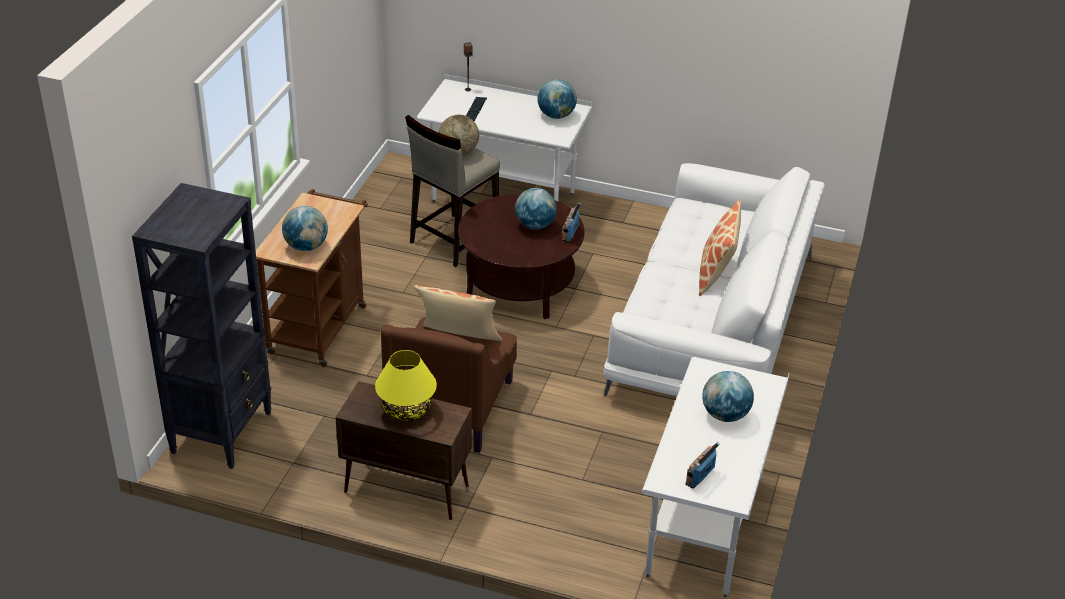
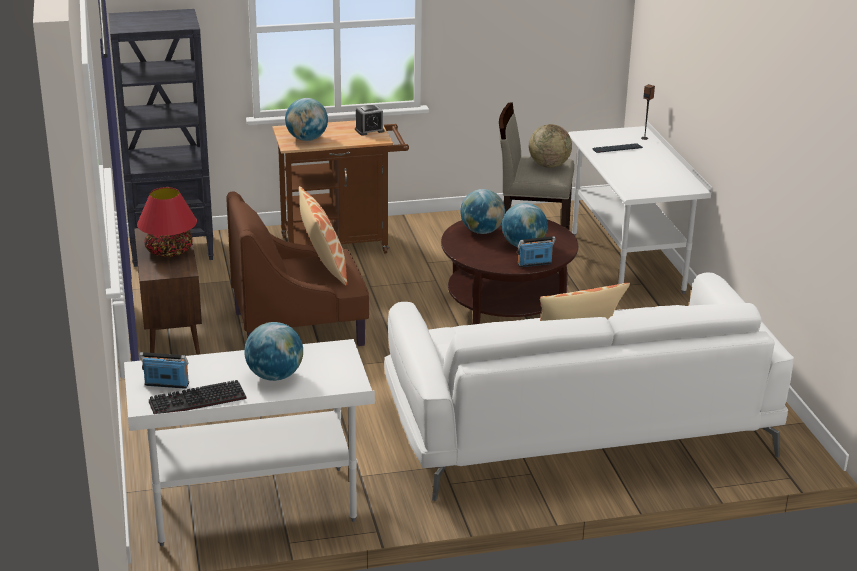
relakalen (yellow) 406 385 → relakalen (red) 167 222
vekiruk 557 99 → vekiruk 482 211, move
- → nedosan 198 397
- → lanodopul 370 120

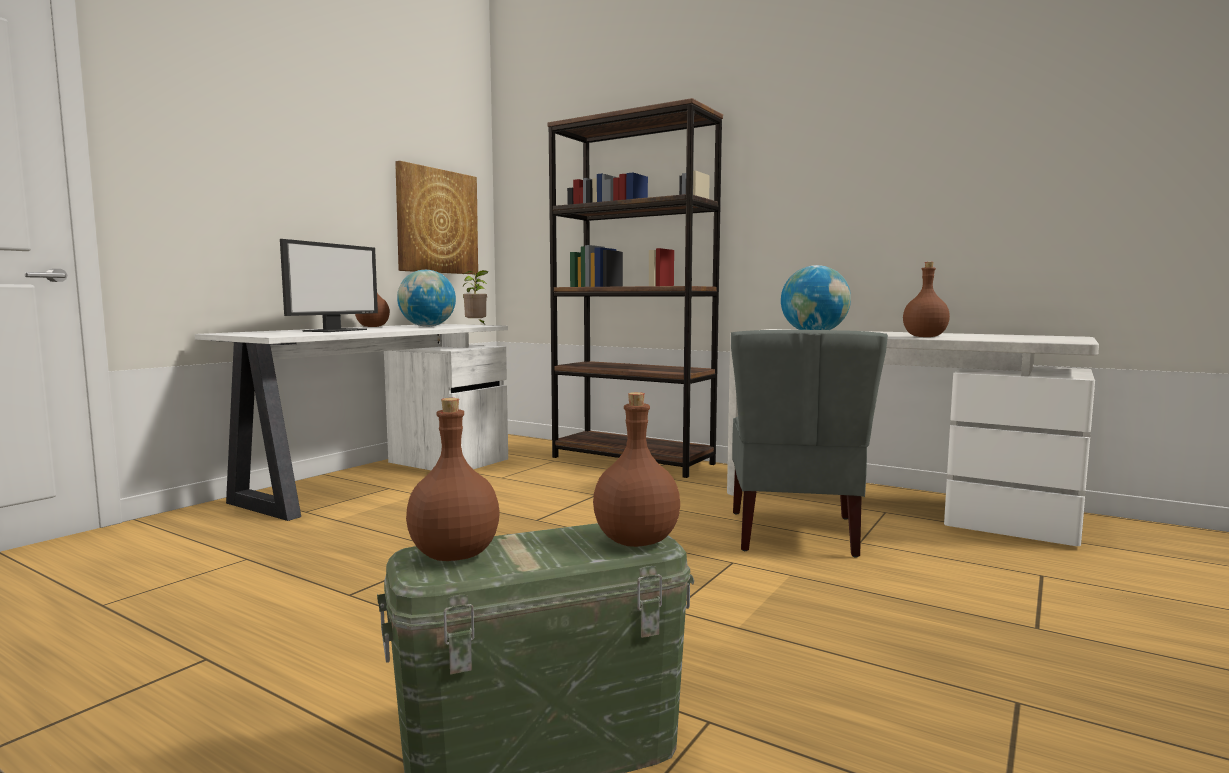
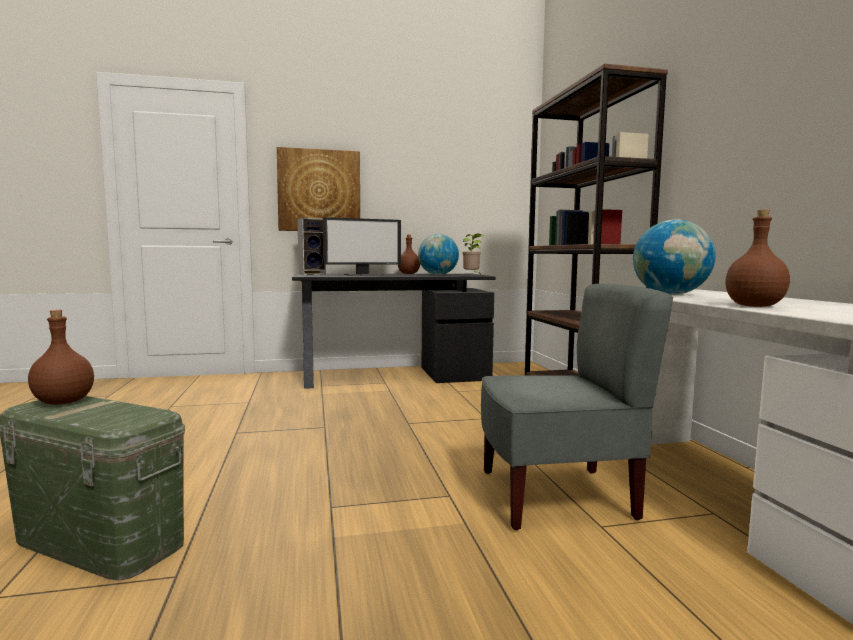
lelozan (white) 351 422 → lelozan (black) 393 331
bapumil 436 217 → bapumil 318 189, move
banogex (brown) 636 469 → -
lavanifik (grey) 809 444 → lavanifik (grey) 577 406, 150 degrees counterclockwise
- → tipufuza 311 246

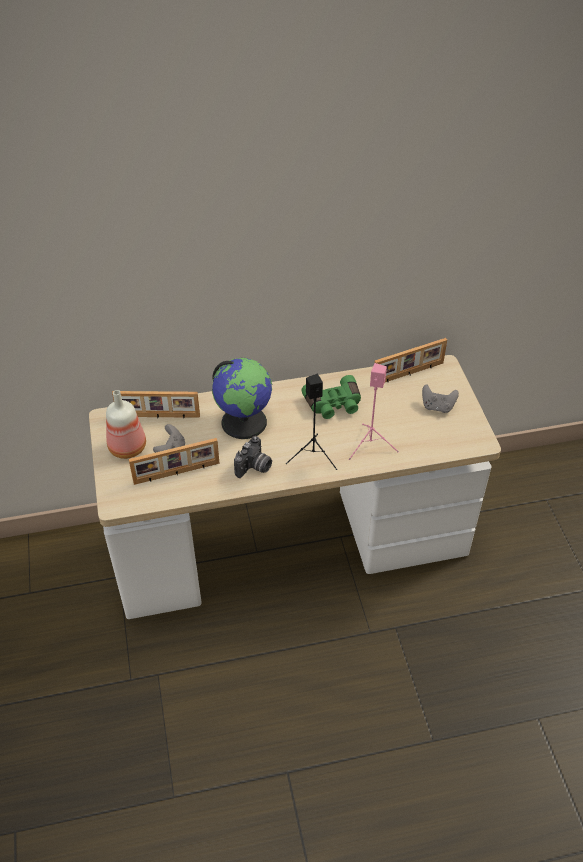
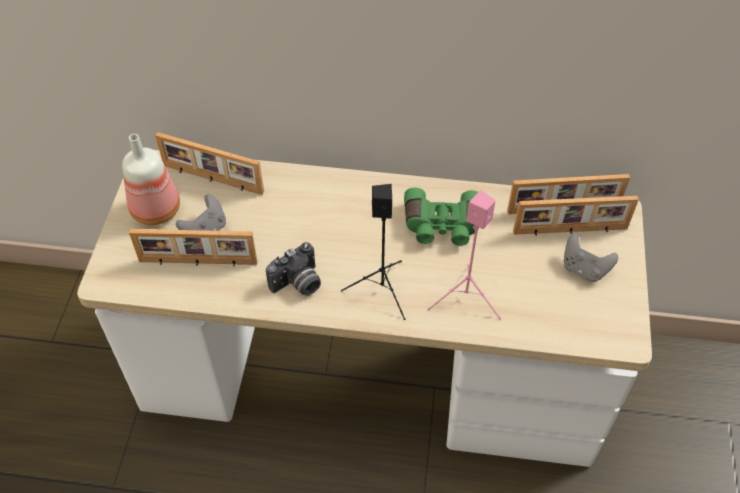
vekiruk 242 398 → -
- → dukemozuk 576 215

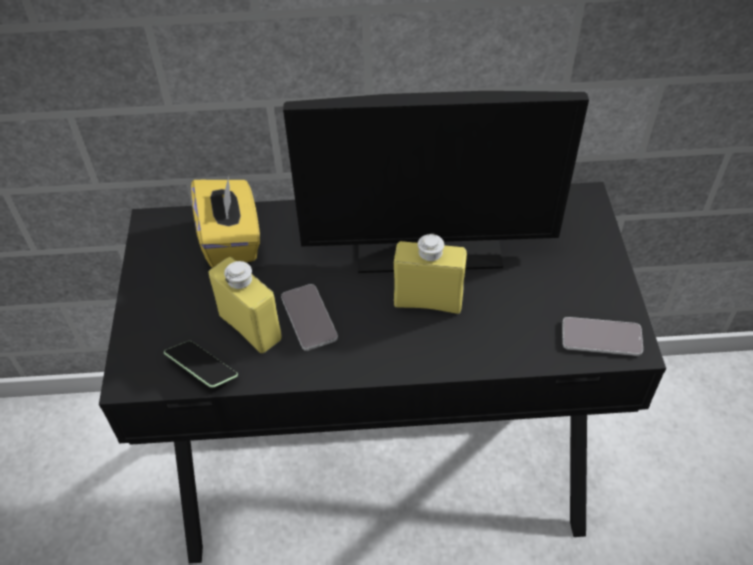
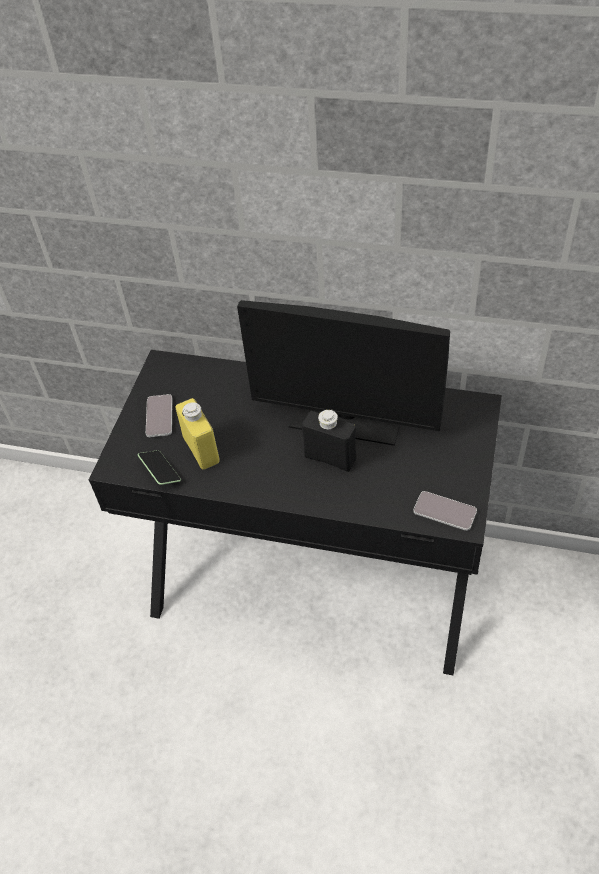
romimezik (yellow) 225 222 → -
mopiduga 309 317 → mopiduga 159 415, move
banogex (yellow) 430 273 → banogex (black) 329 440

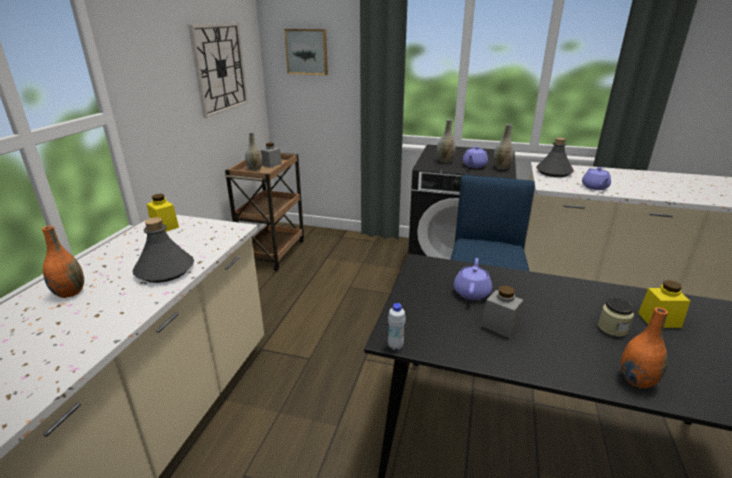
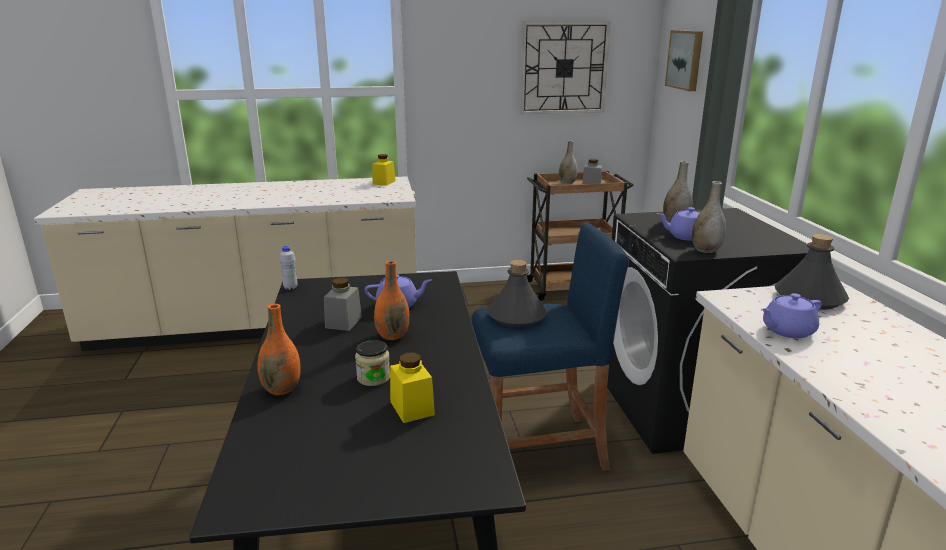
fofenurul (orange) 63 262 → fofenurul (orange) 391 300, move
banogex (grey) 163 250 → banogex (grey) 517 293, move

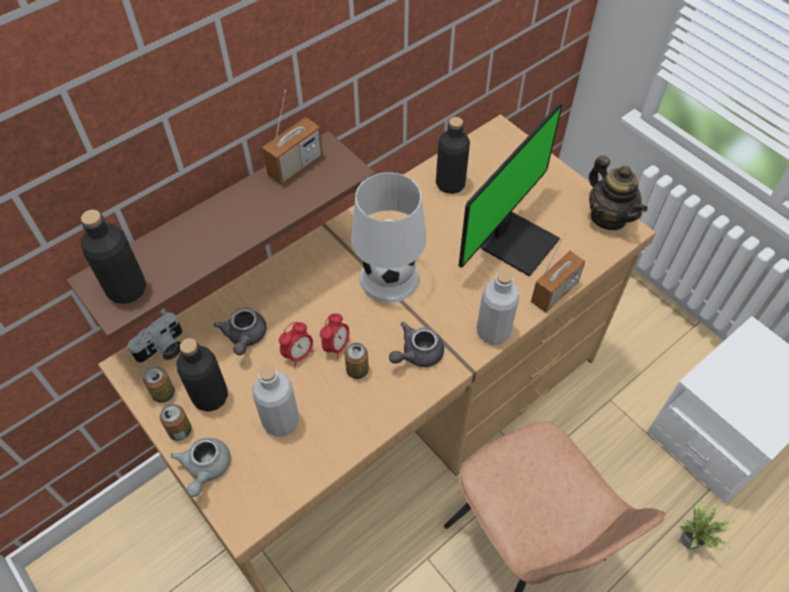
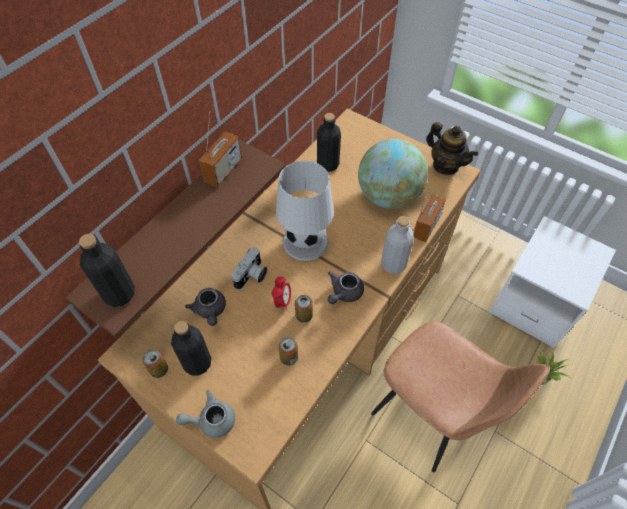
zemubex 155 337 → zemubex 249 269, move
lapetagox 176 422 → lapetagox 288 351, move
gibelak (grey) 200 467 → gibelak (grey) 205 414, 90 degrees clockwise
banogex (grey) 276 400 → -
lanodopul 296 344 → -
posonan 511 189 → vekiruk 393 174

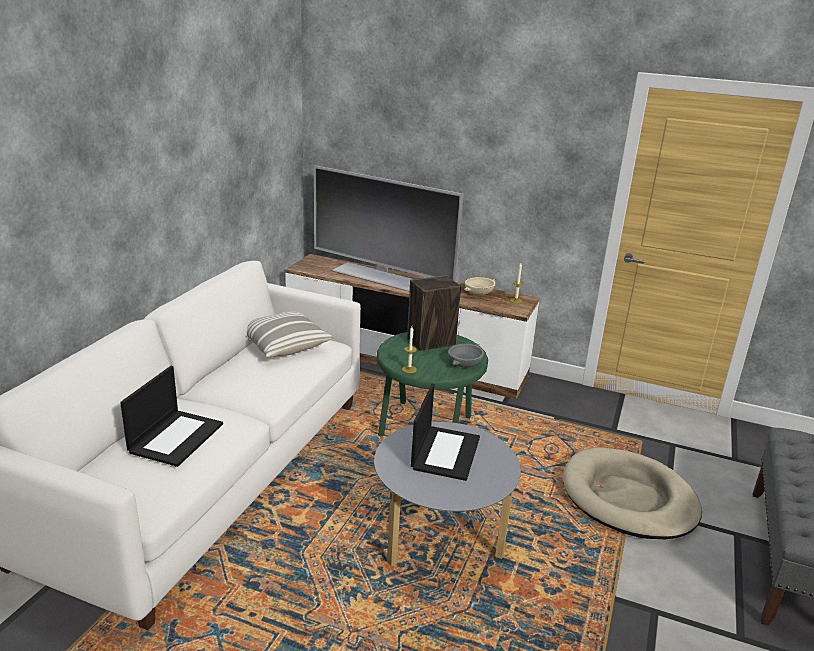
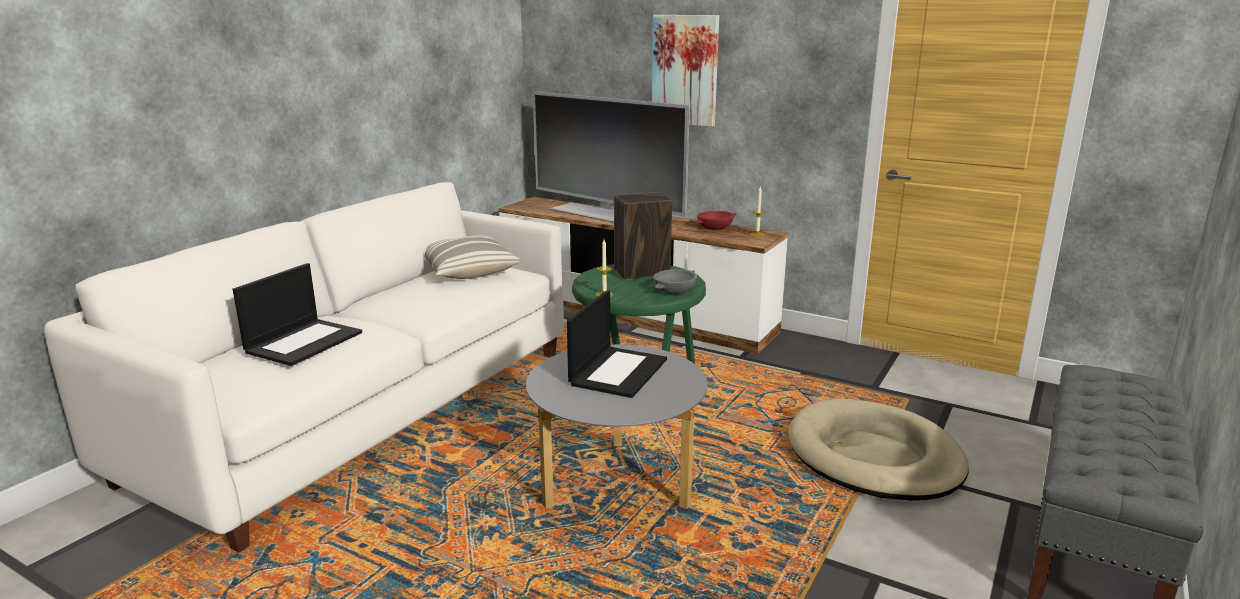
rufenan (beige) 480 286 → rufenan (red) 715 220
- → bapumil 685 71

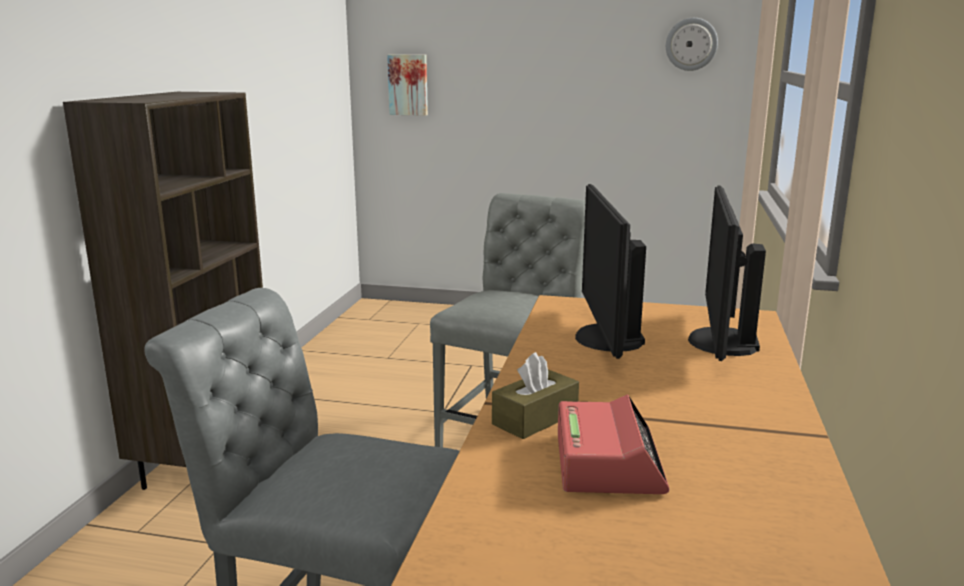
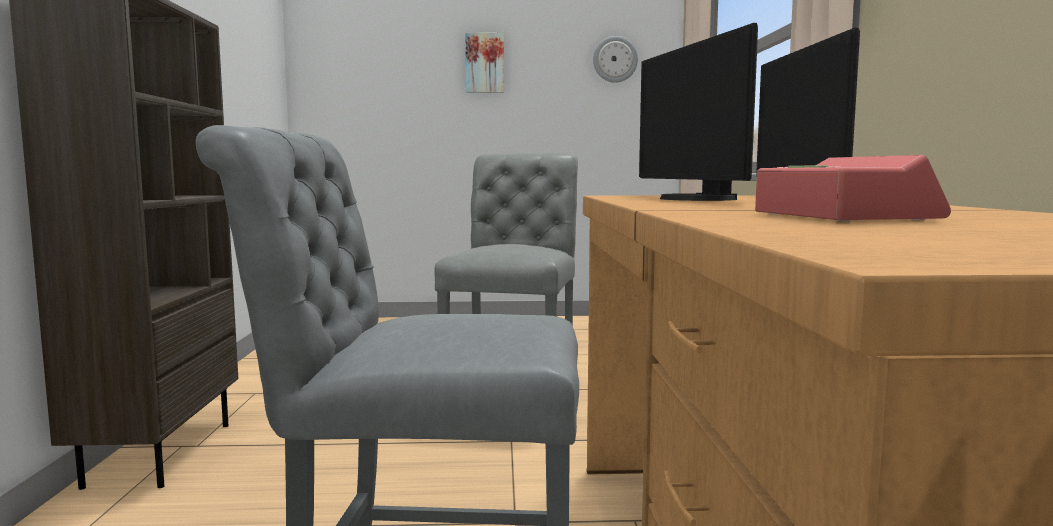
bapumil 407 85 → bapumil 484 63, move
romimezik (brown) 535 395 → -

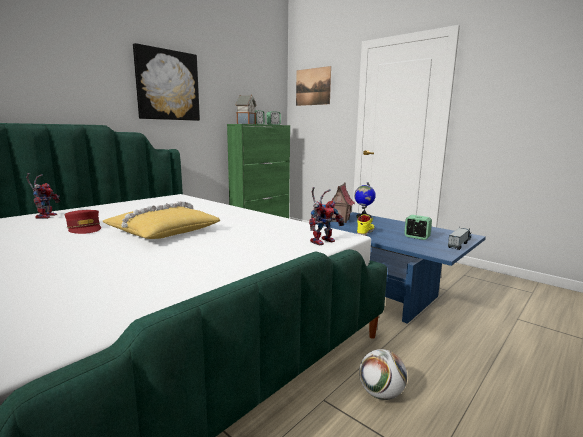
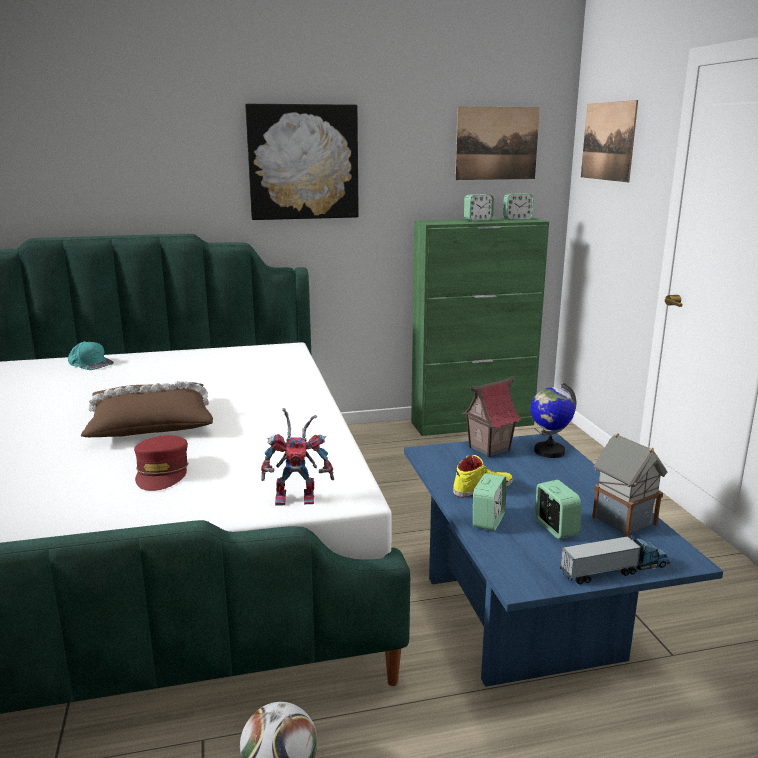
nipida 43 196 → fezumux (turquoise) 91 355
fezumux (red) 83 222 → fezumux (red) 161 463, move
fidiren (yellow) 162 220 → fidiren (brown) 147 409
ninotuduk 246 109 → ninotuduk 629 485, move
- → bapumil 497 143
- → lanodopul 489 502

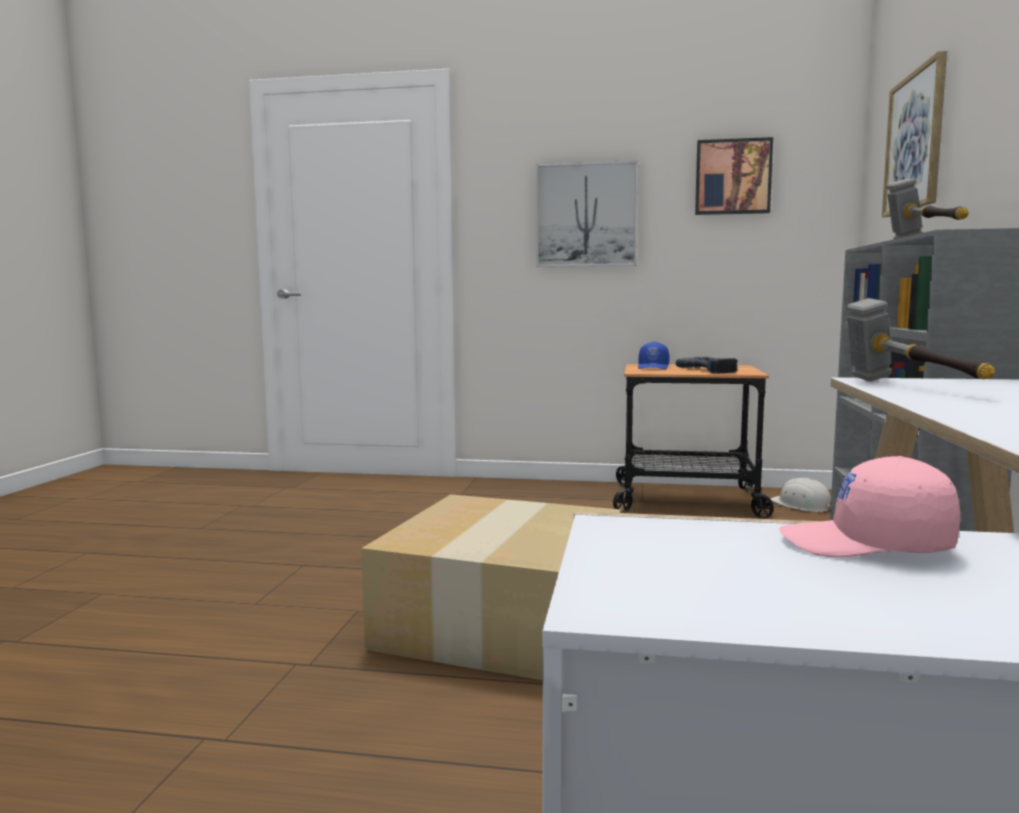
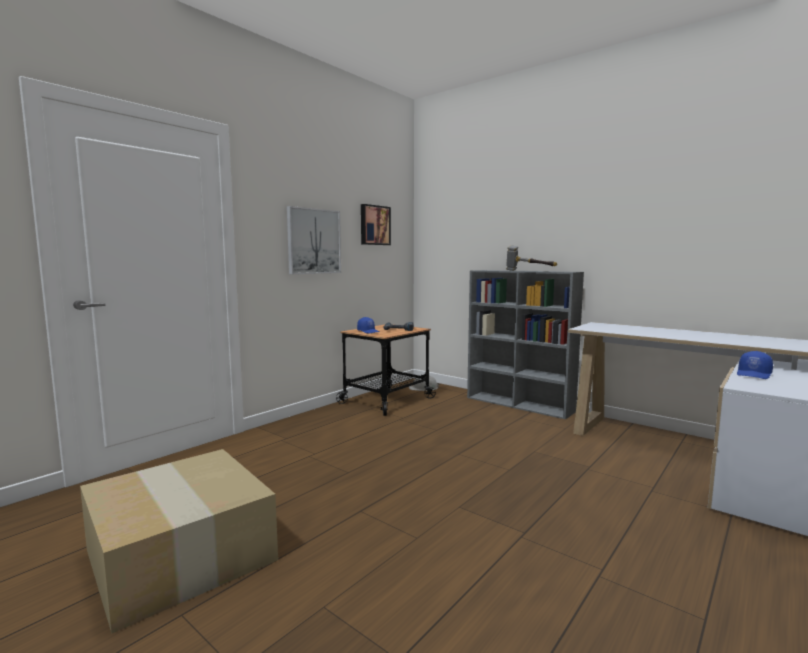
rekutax 491 587 → rekutax 179 541, move
fezumux (pink) 869 506 → fezumux (blue) 755 365
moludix 920 340 → -
bapumil 914 134 → -

